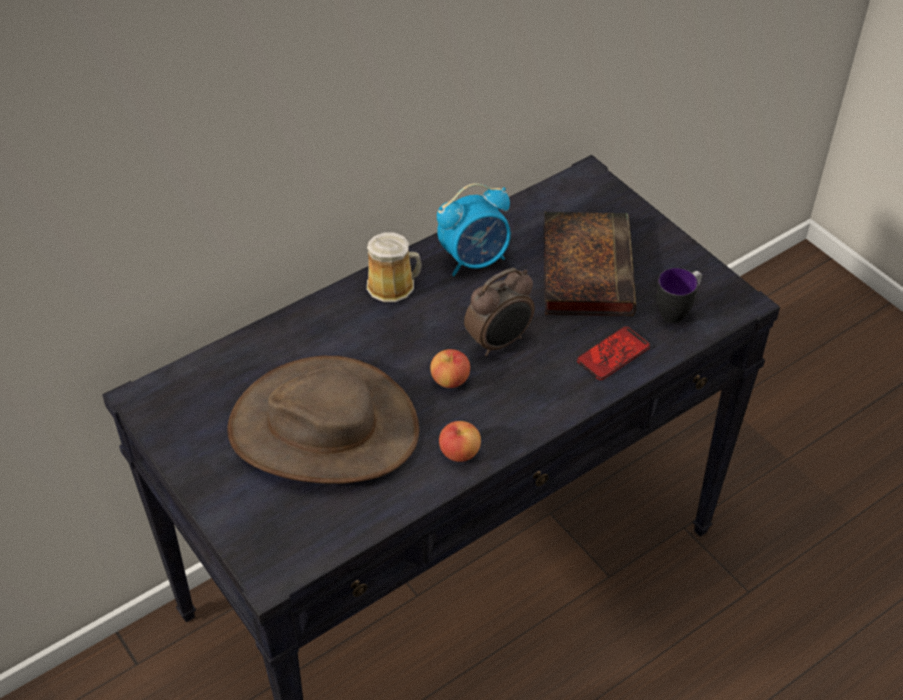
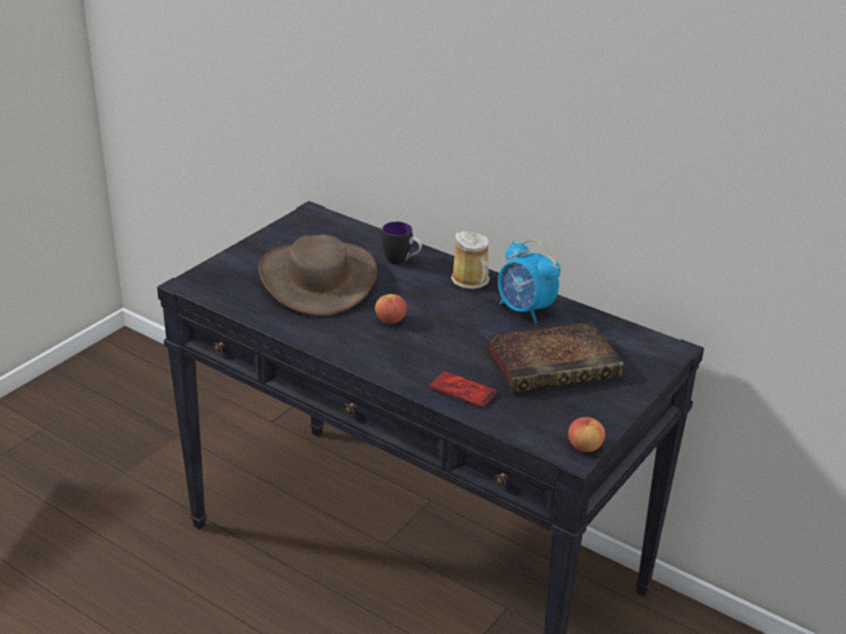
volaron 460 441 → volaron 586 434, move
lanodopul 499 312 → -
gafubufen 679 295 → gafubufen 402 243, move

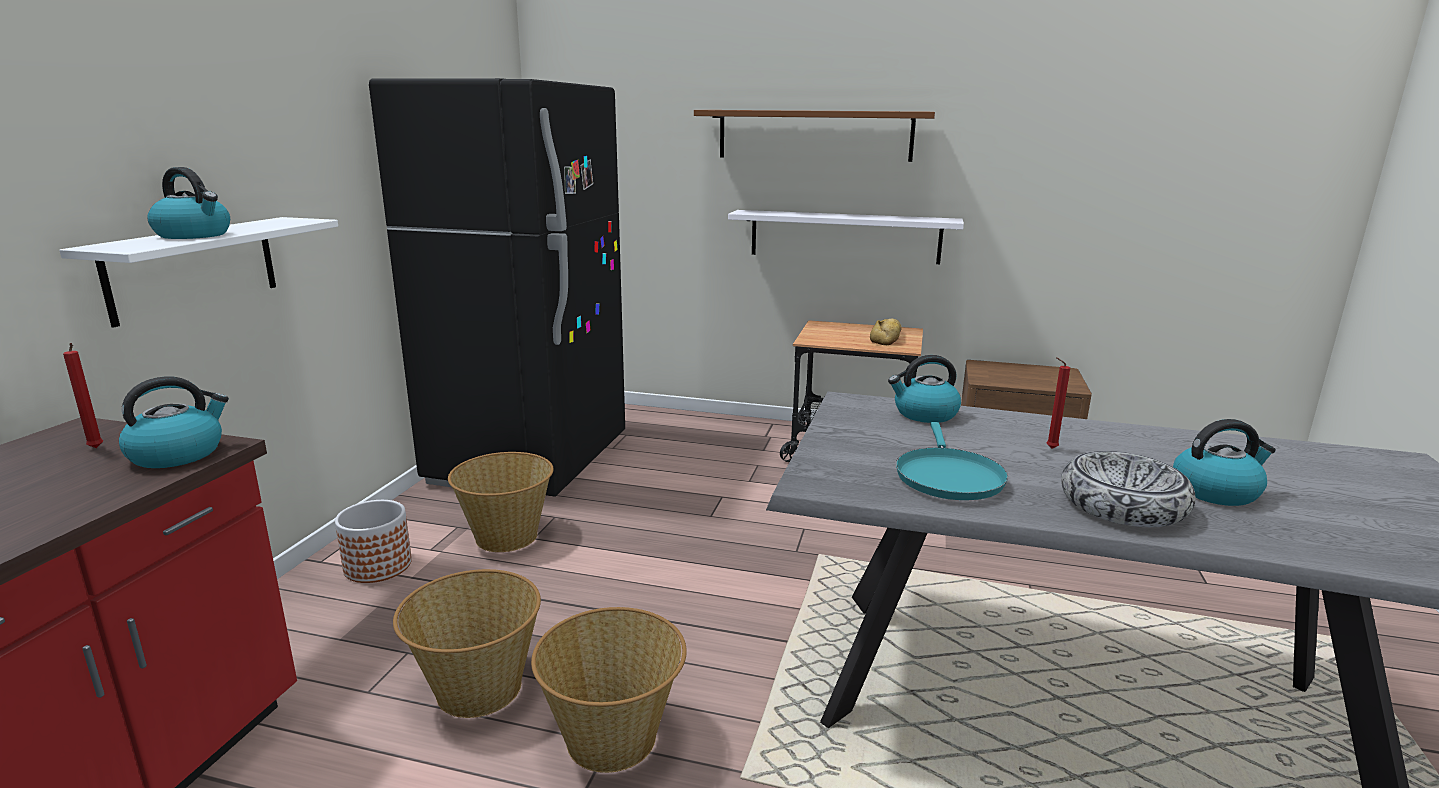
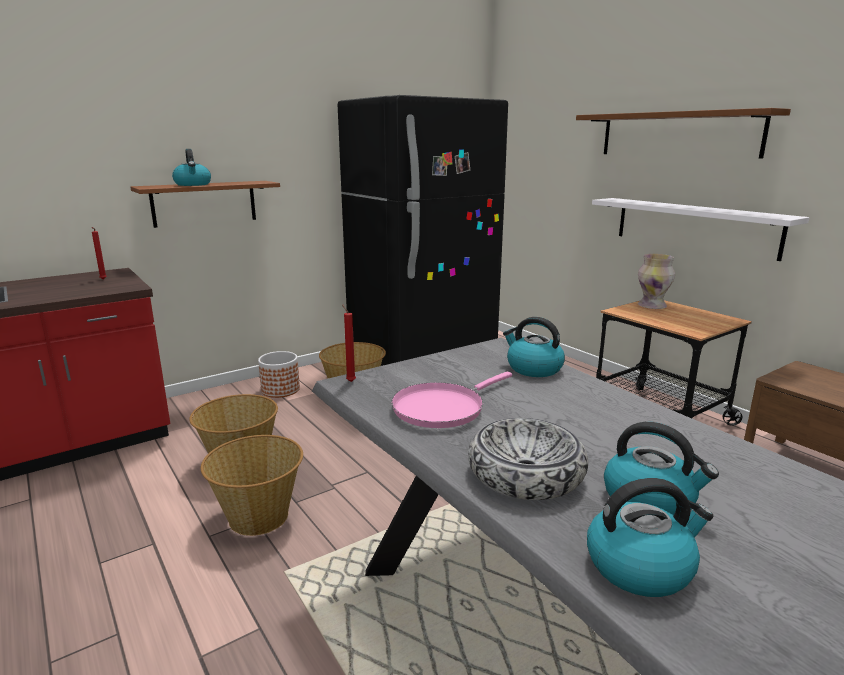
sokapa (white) 198 272 → sokapa (brown) 205 204
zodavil 174 422 → zodavil 650 537, move
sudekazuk 886 332 → -
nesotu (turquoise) 952 461 → nesotu (pink) 451 400
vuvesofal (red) 1058 403 → vuvesofal (red) 349 343, move
- → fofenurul 656 281

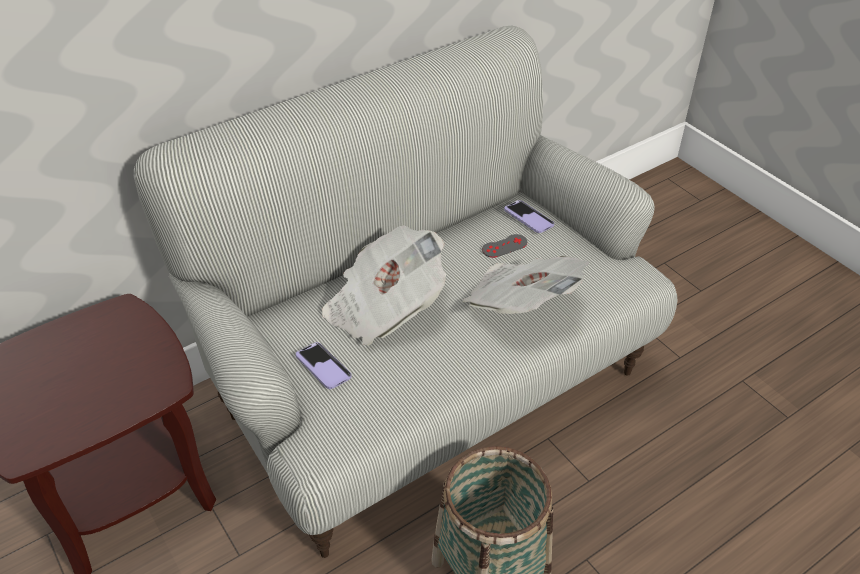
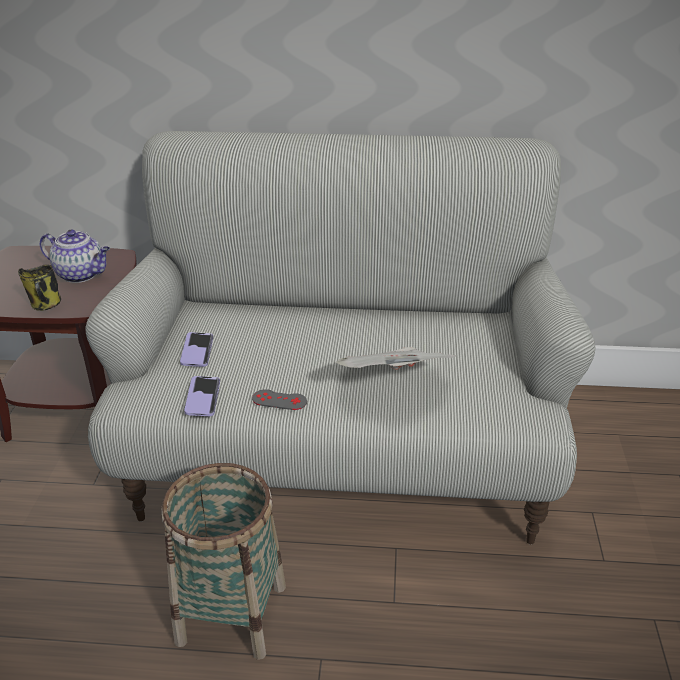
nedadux 384 285 → -
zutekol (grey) 504 246 → zutekol (grey) 279 399, move
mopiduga 529 216 → mopiduga 202 396, move
- → gafubufen 39 287
- → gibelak 74 256

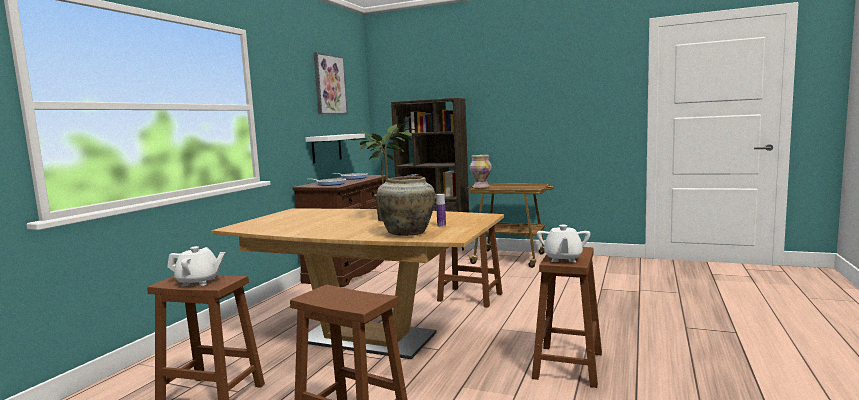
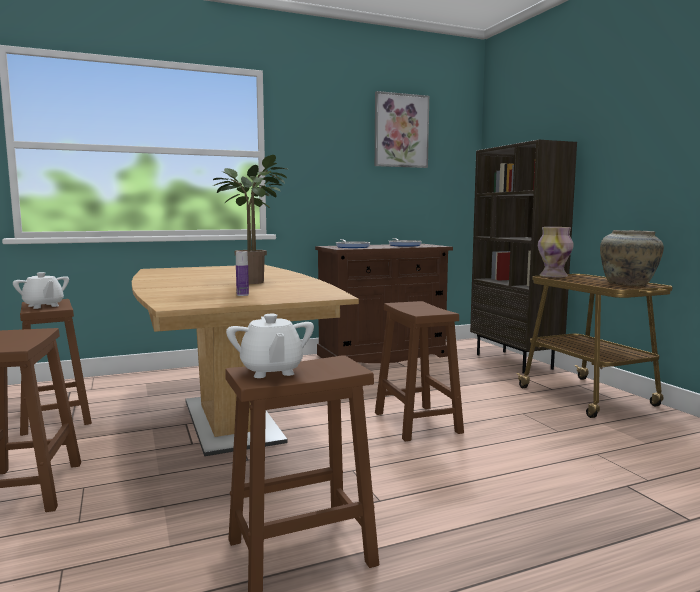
sokapa (white) 335 149 → -
fofenurul (beige) 406 206 → fofenurul (beige) 632 258, move
gibelak (white) 563 243 → gibelak (white) 270 346, 75 degrees counterclockwise

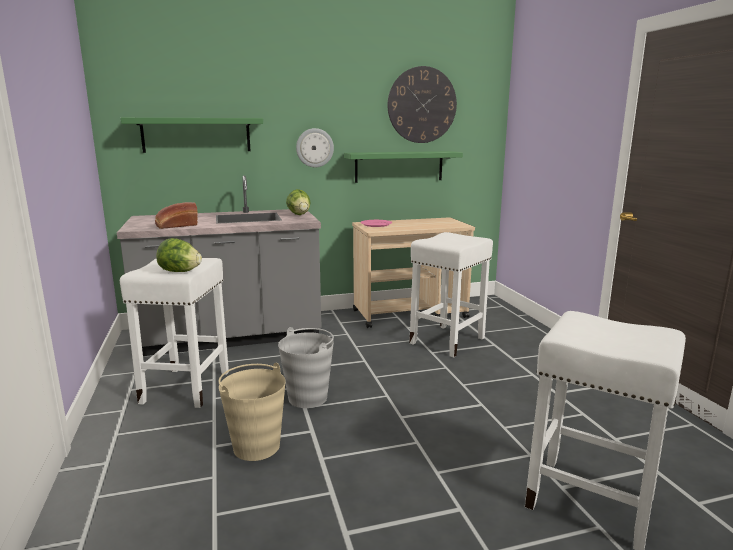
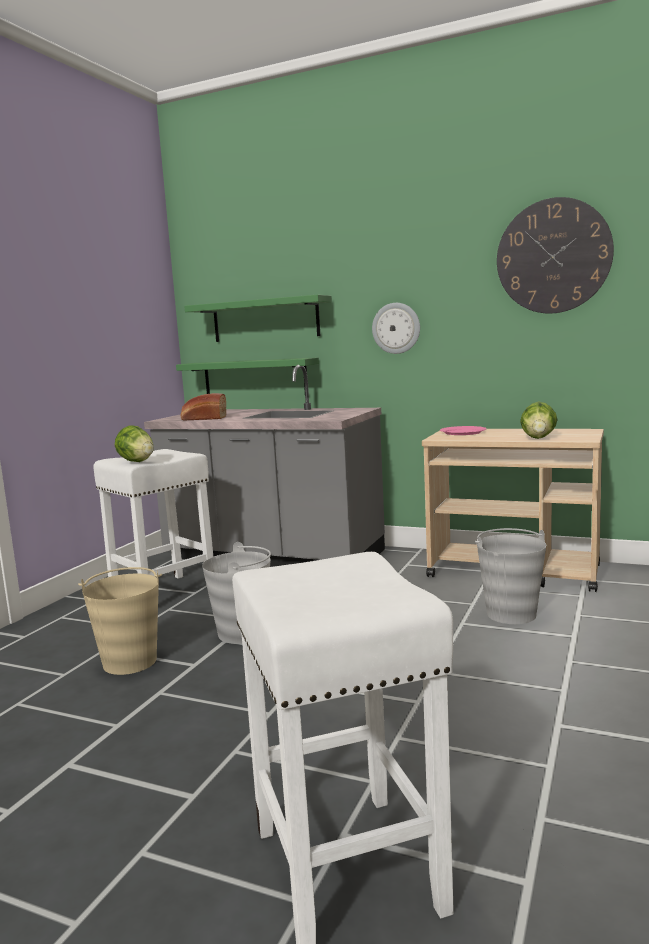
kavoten 298 202 → kavoten 539 420, move
sokapa (green) 403 167 → sokapa (green) 247 375, move
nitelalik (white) 451 295 → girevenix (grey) 510 576

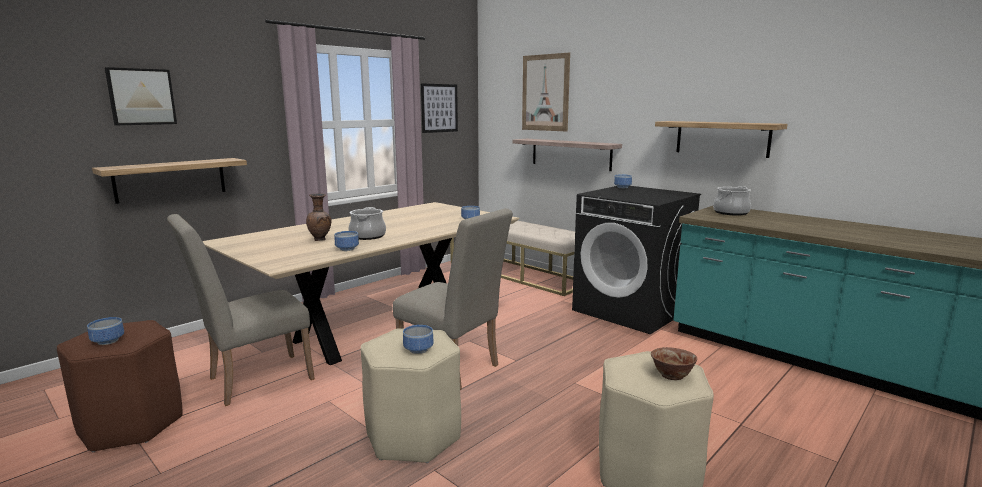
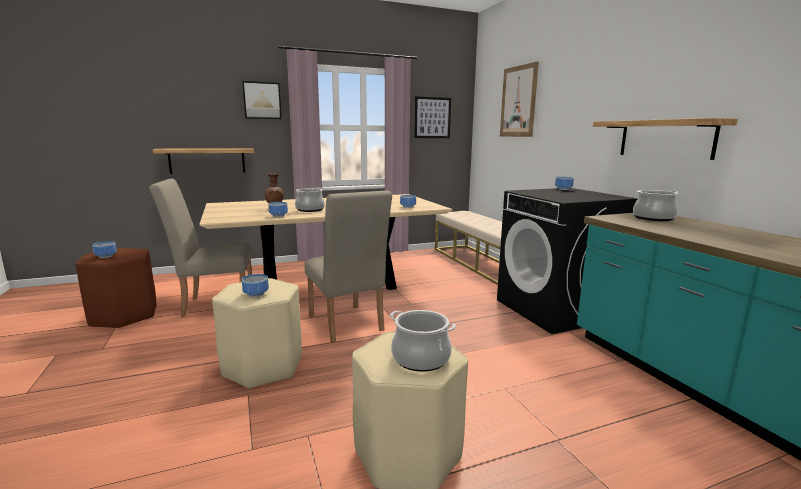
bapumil 141 96 → bapumil 262 100, move
sokapa 567 155 → -
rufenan 674 363 → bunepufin 422 341

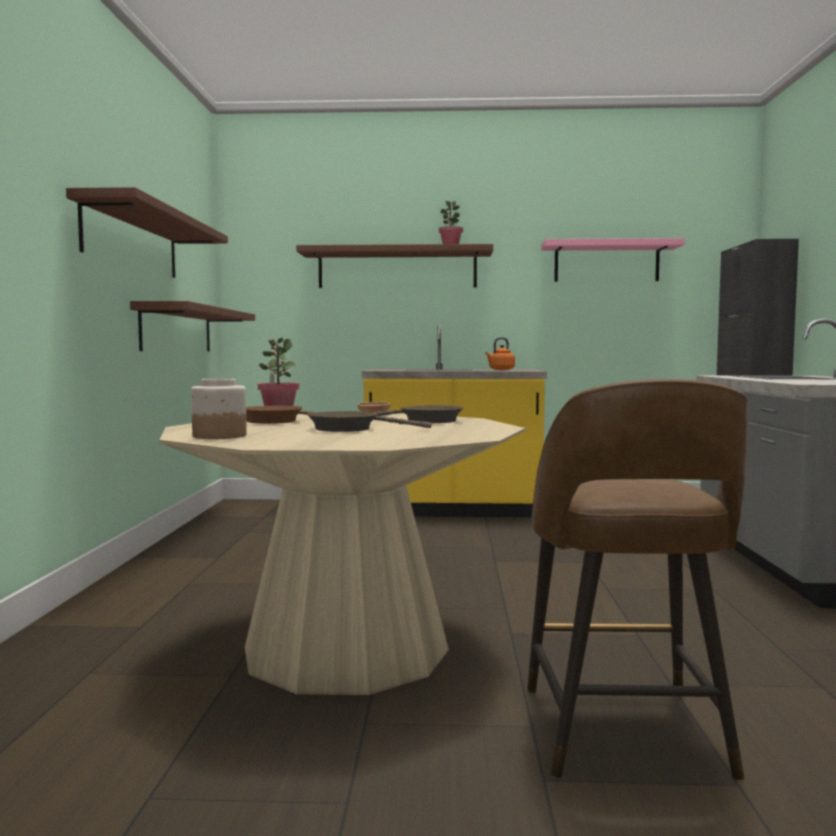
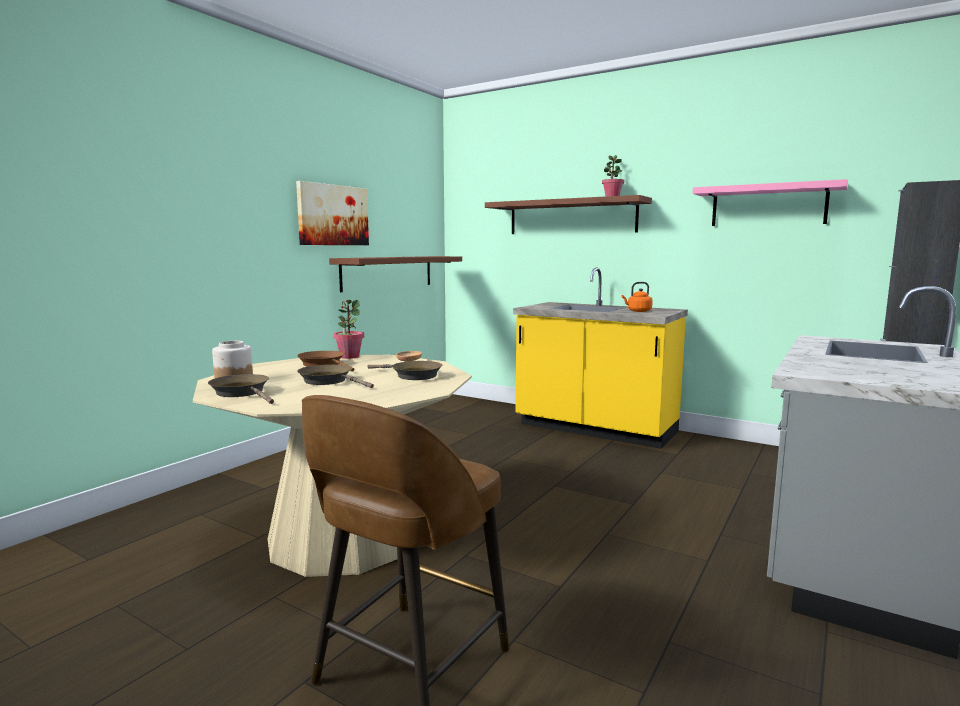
sokapa 147 232 → bapumil 332 213
- → nesotu (brown) 241 389

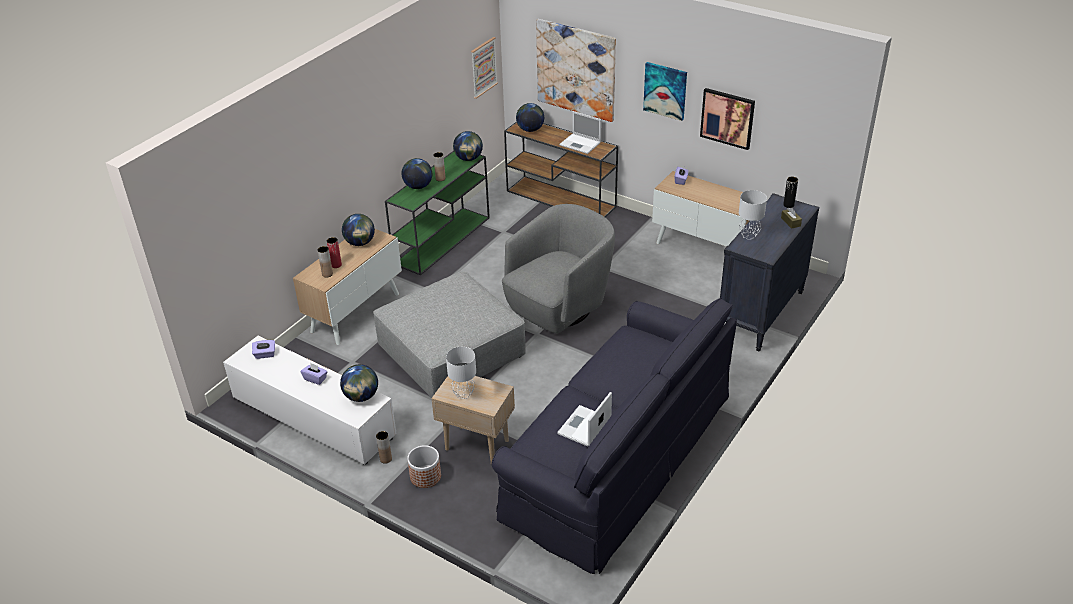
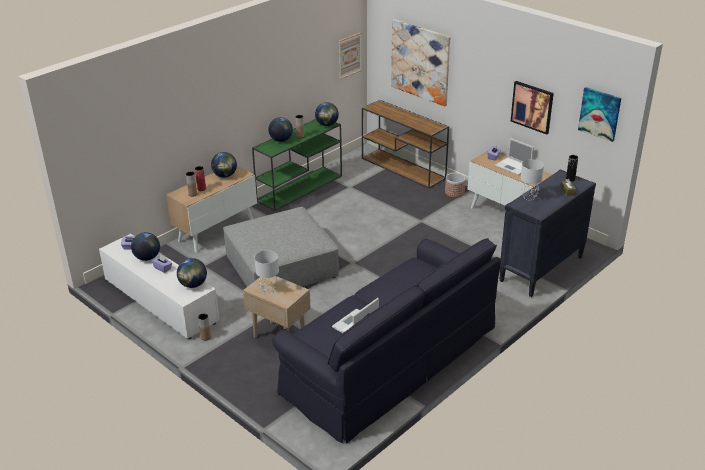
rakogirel 424 466 → rakogirel 455 185, move
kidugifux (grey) 558 269 → -
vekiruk 530 117 → vekiruk 145 246, move
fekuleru 580 132 → fekuleru 514 157, move
bapumil 665 91 → bapumil 599 114, move

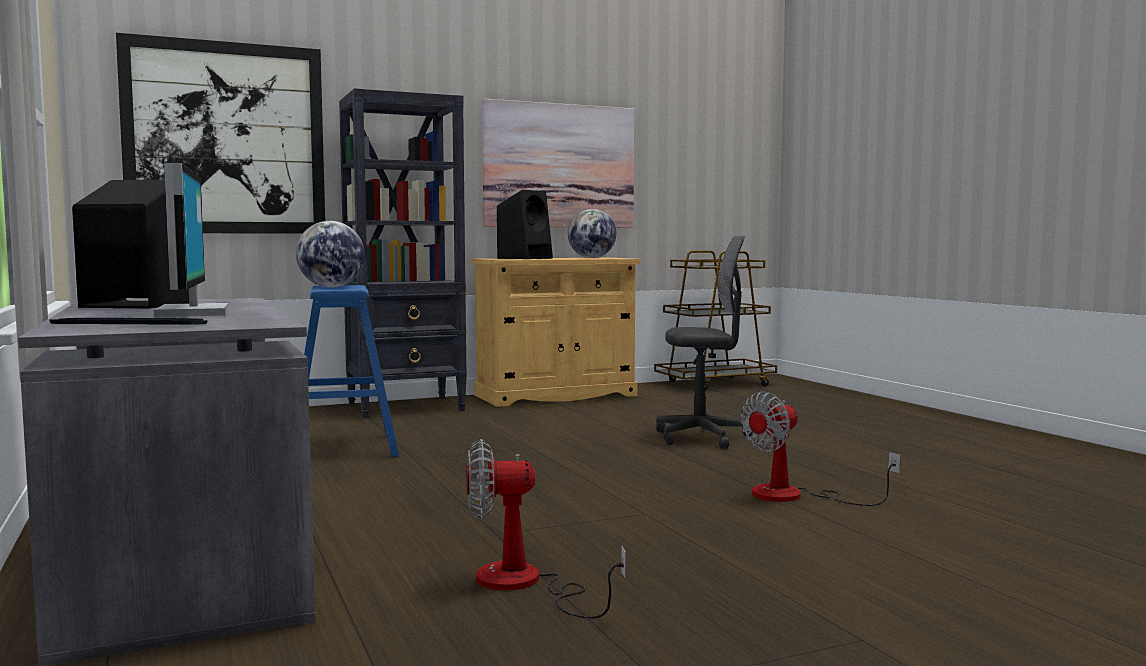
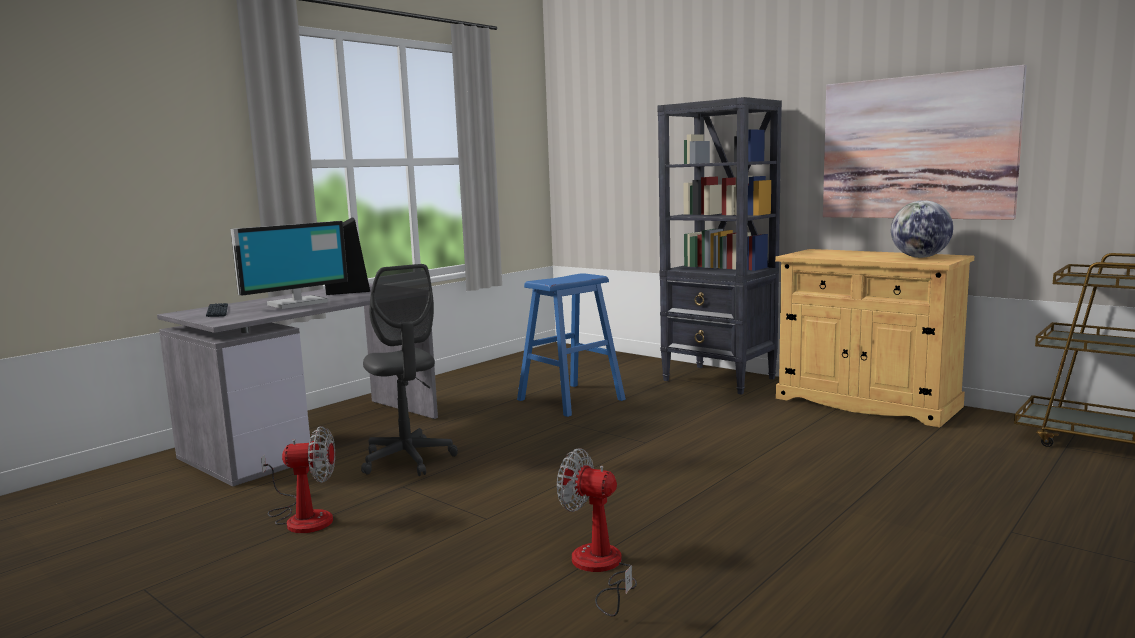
bapumil 220 133 → -
vekiruk 330 254 → -
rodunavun 546 529 → rodunavun 298 479, 120 degrees clockwise
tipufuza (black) 525 224 → -
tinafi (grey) 704 342 → tinafi (grey) 409 370, move

